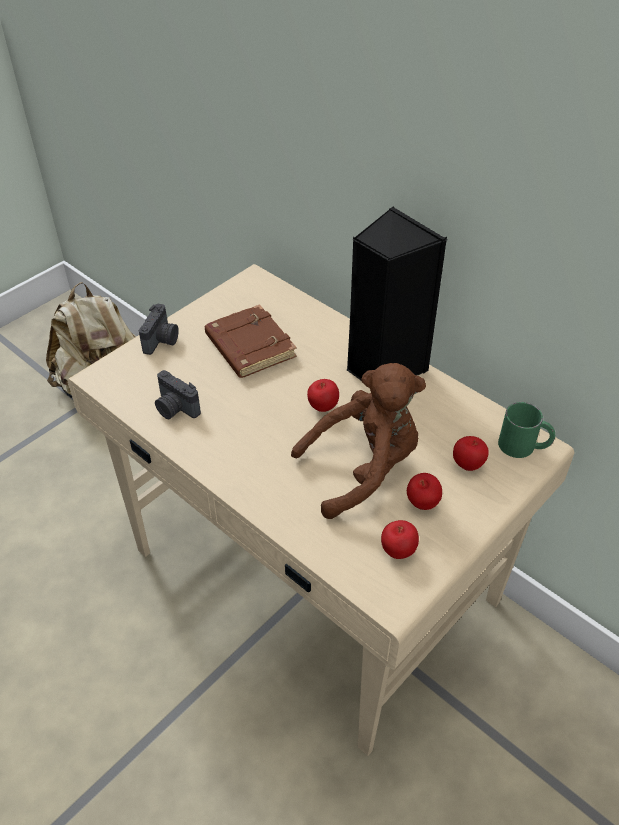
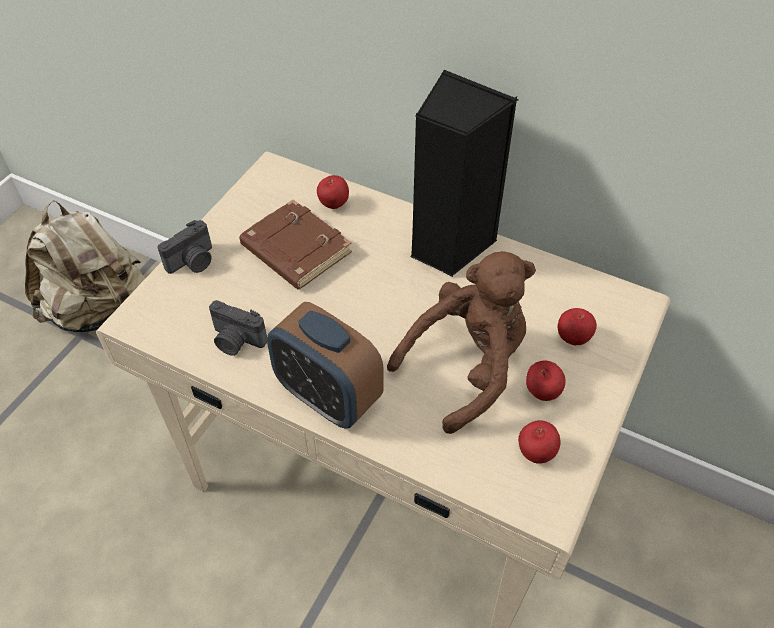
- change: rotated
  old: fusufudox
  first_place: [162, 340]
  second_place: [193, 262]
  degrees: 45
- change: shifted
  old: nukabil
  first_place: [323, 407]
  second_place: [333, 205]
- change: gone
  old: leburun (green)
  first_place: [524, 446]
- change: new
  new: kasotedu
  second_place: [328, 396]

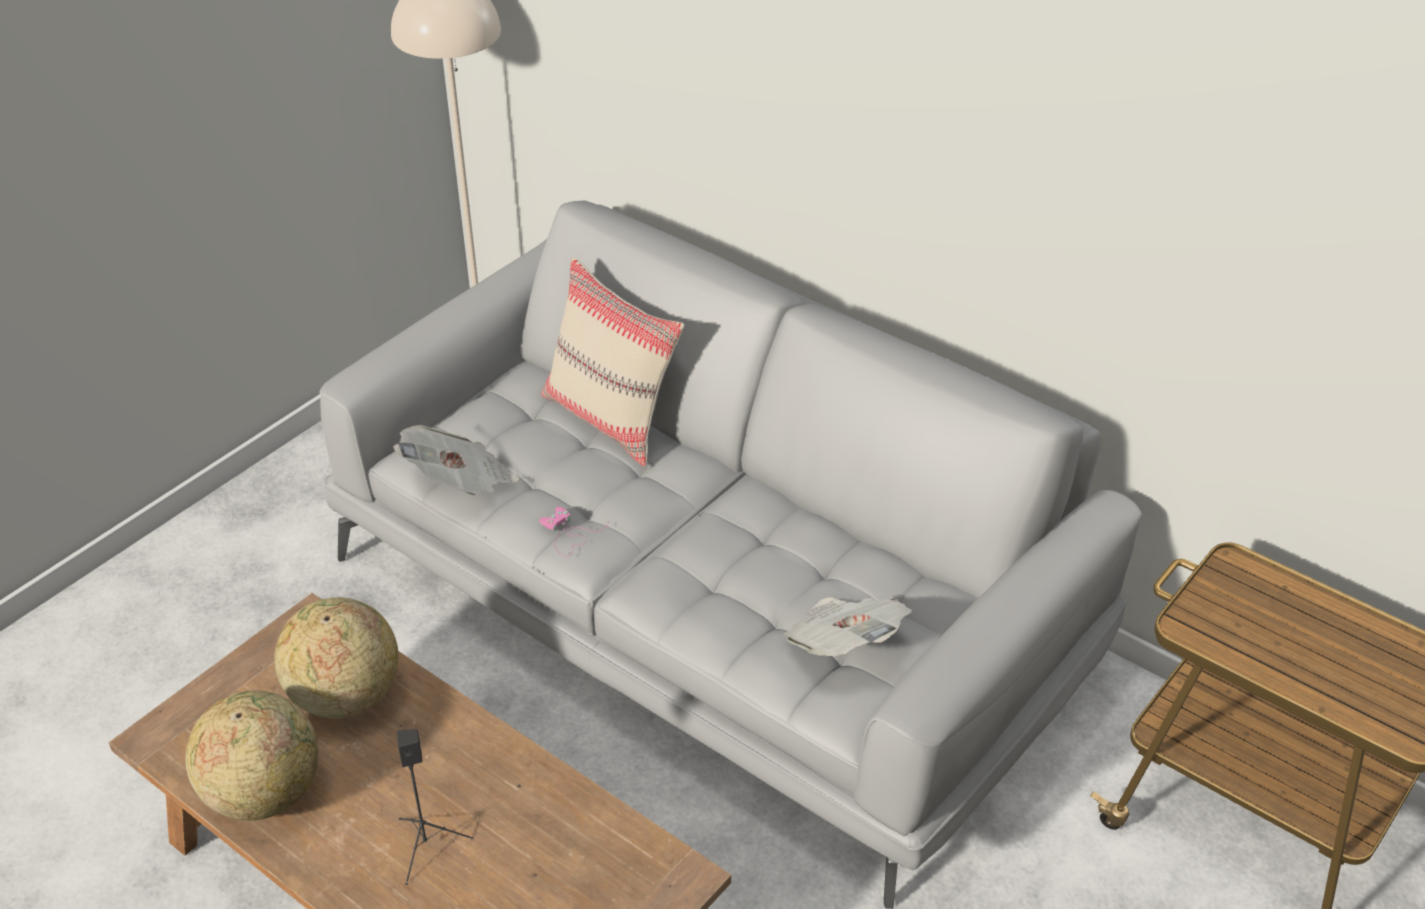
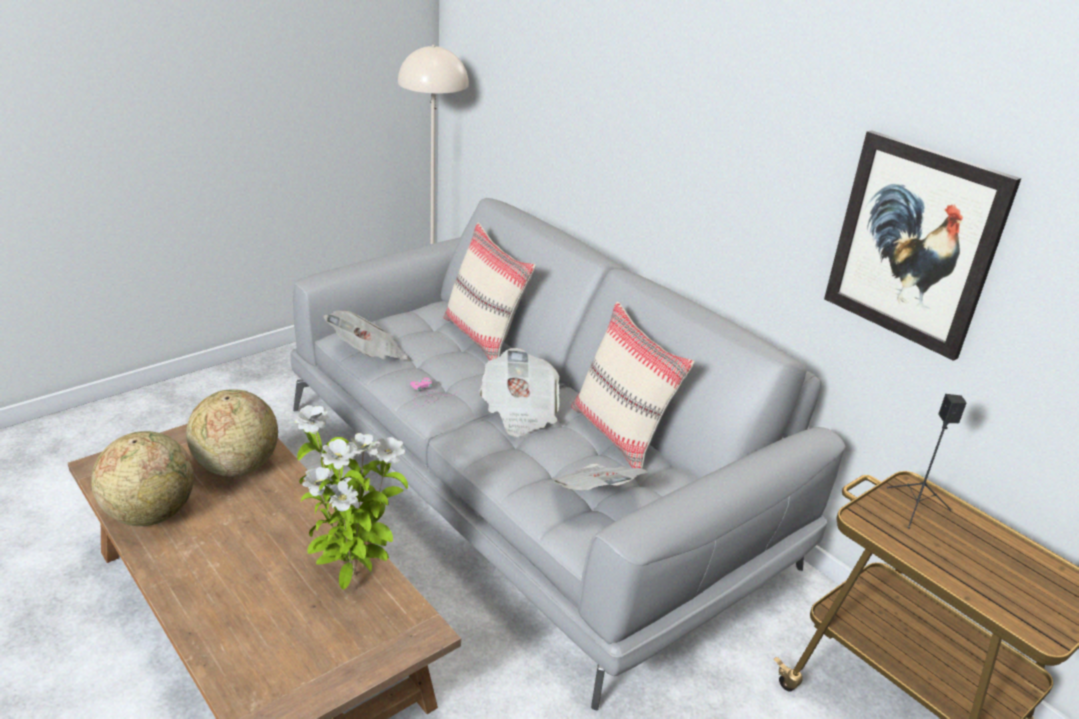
- change: shifted
  old: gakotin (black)
  first_place: [426, 847]
  second_place: [915, 508]
- change: new
  new: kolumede
  second_place: [914, 244]
- change: new
  new: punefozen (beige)
  second_place: [620, 435]
- change: new
  new: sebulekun
  second_place: [519, 412]
- change: new
  new: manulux
  second_place: [352, 578]

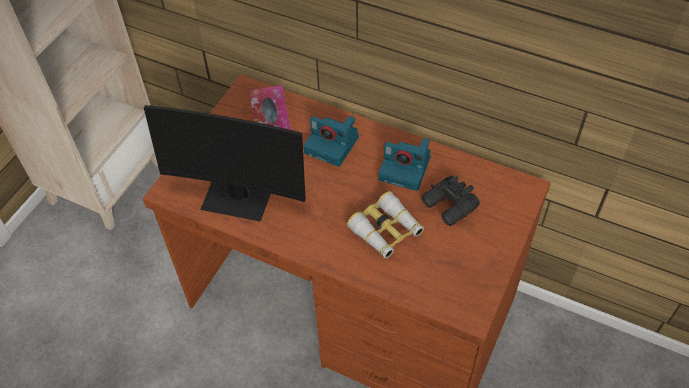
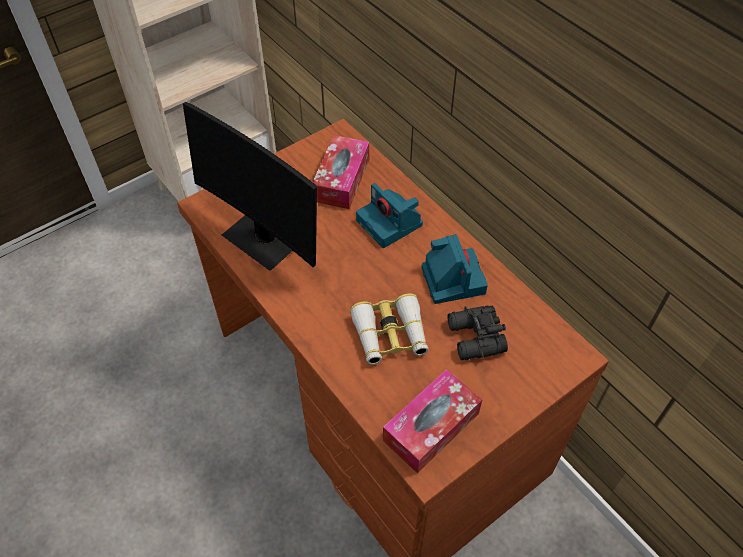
- change: rotated
  old: fusufudox
  first_place: [406, 168]
  second_place: [452, 279]
  degrees: -150
- change: new
  new: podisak
  second_place: [431, 427]

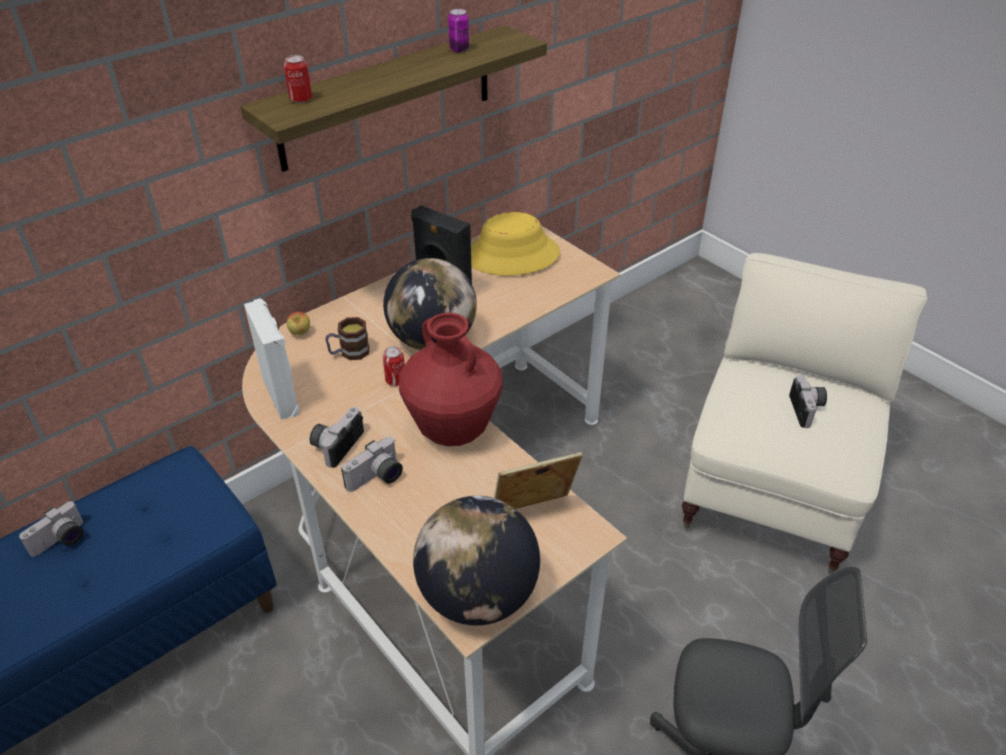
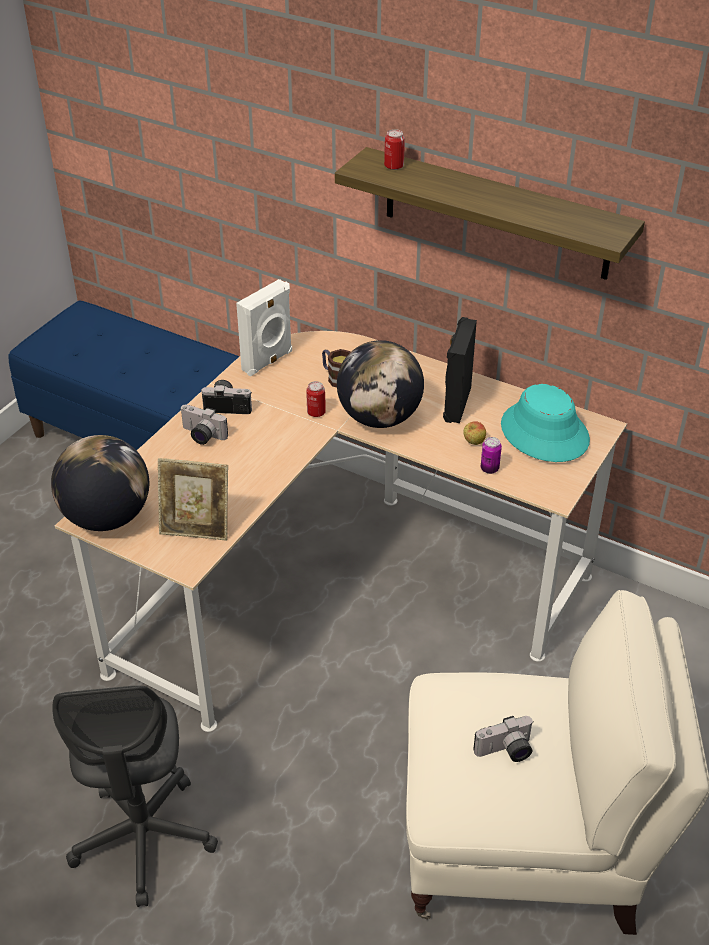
- change: shifted
  old: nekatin
  first_place: [459, 49]
  second_place: [489, 469]
- change: repainted
  old: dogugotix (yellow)
  new: dogugotix (turquoise)
  first_place: [512, 256]
  second_place: [544, 433]
- change: shifted
  old: nukabil
  first_place: [300, 333]
  second_place: [473, 442]
- change: gone
  old: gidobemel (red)
  first_place: [454, 431]
- change: rotated
  old: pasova
  first_place: [533, 515]
  second_place: [196, 528]
  degrees: 135
- change: gone
  old: fusufudox
  first_place: [61, 541]

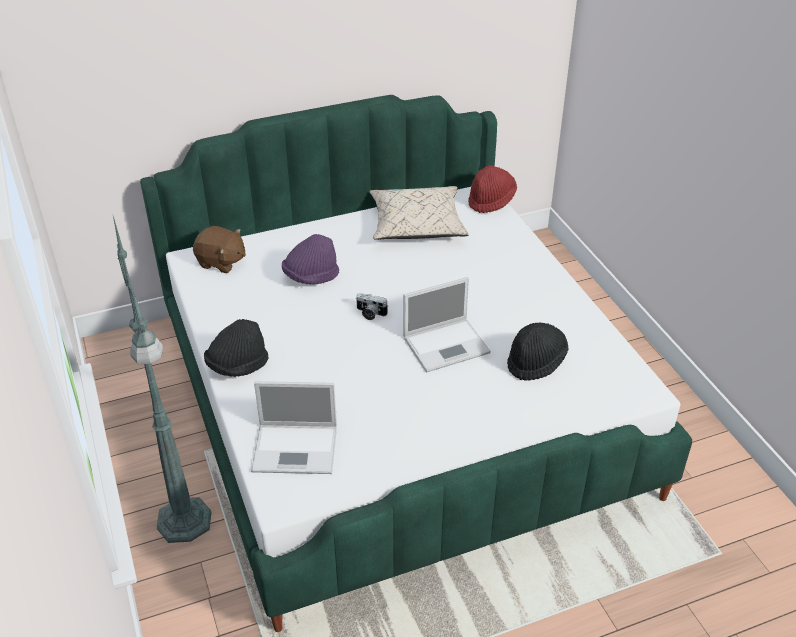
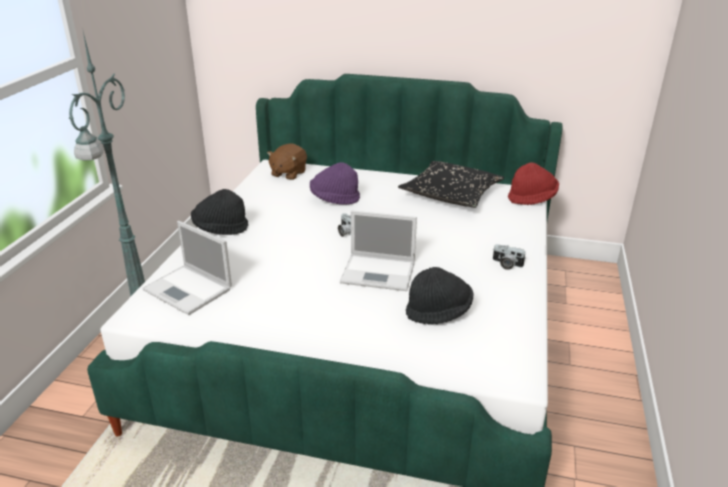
- change: repainted
  old: punefozen (beige)
  new: punefozen (black)
  first_place: [416, 225]
  second_place: [451, 195]
- change: rotated
  old: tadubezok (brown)
  first_place: [221, 262]
  second_place: [288, 173]
  degrees: 60
- change: new
  new: fusufudox
  second_place: [506, 264]

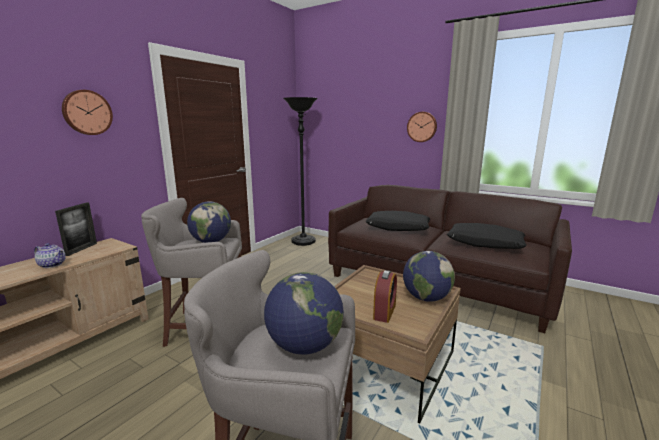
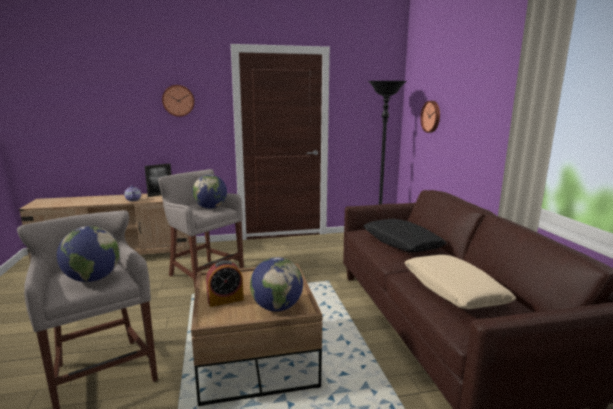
- change: shifted
  old: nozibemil
  first_place: [422, 127]
  second_place: [431, 116]
- change: repainted
  old: punefozen (black)
  new: punefozen (beige)
  first_place: [485, 243]
  second_place: [453, 290]

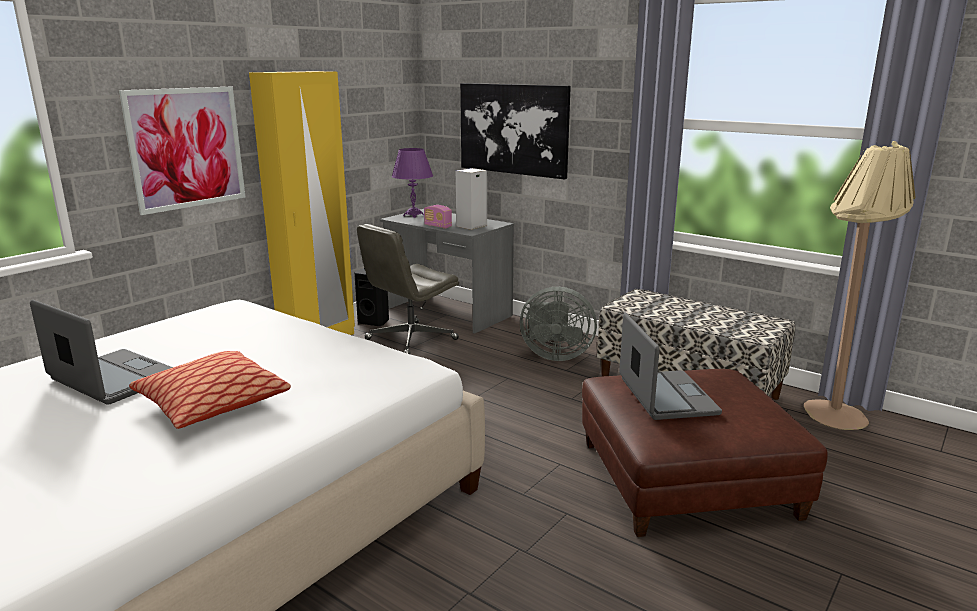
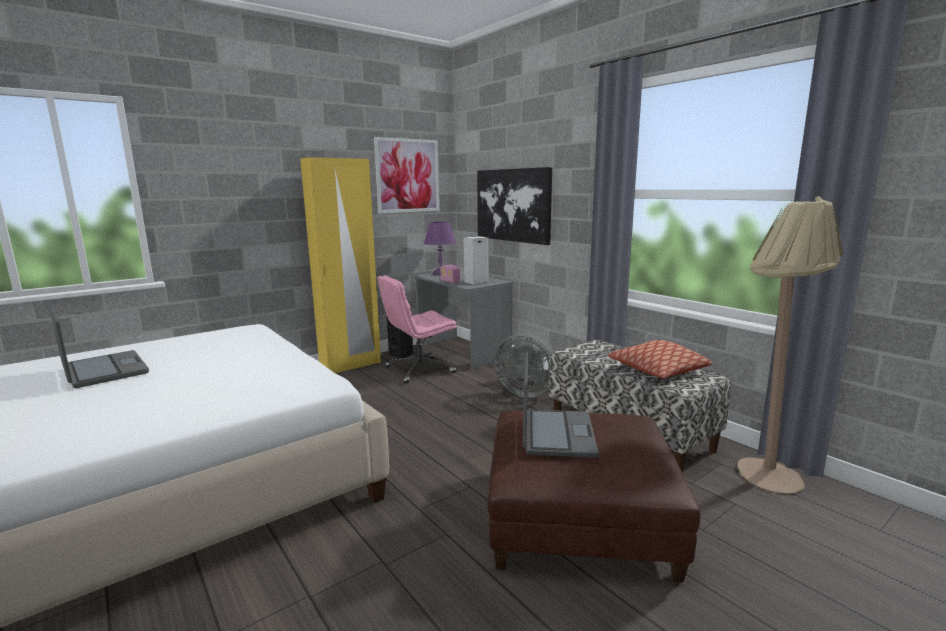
- change: shifted
  old: kolumede
  first_place: [186, 148]
  second_place: [407, 176]
- change: repainted
  old: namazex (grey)
  new: namazex (pink)
  first_place: [410, 340]
  second_place: [419, 370]
- change: shifted
  old: punefozen
  first_place: [213, 403]
  second_place: [658, 370]

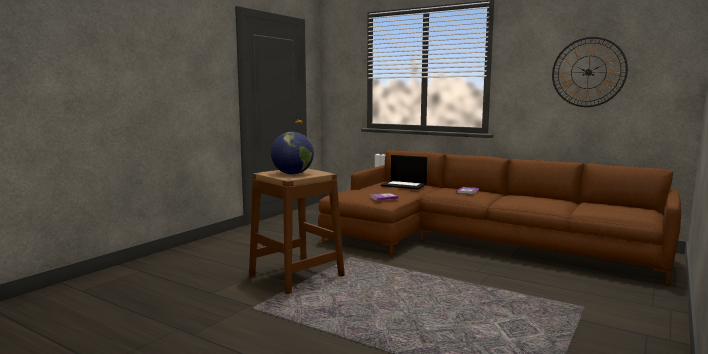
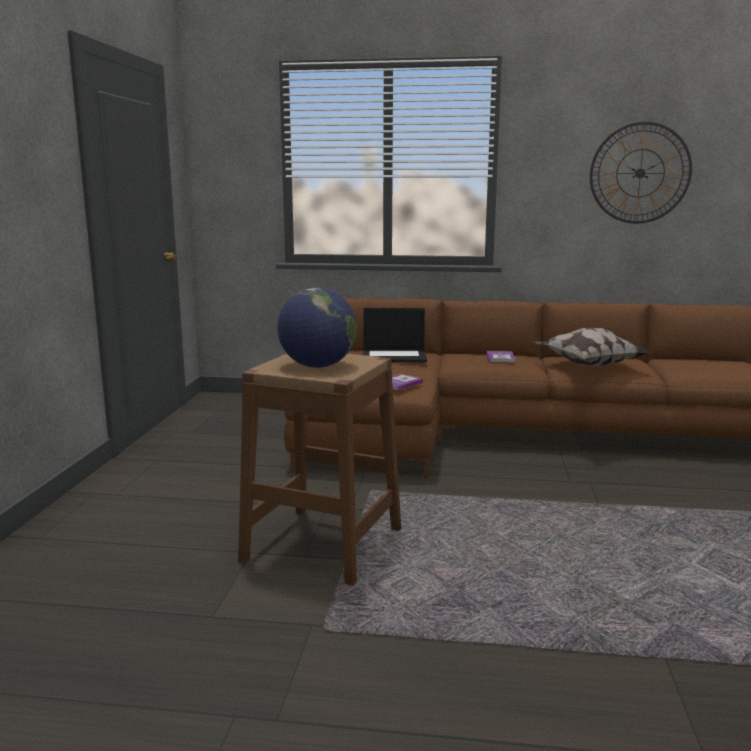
- change: new
  new: punefozen
  second_place: [587, 365]

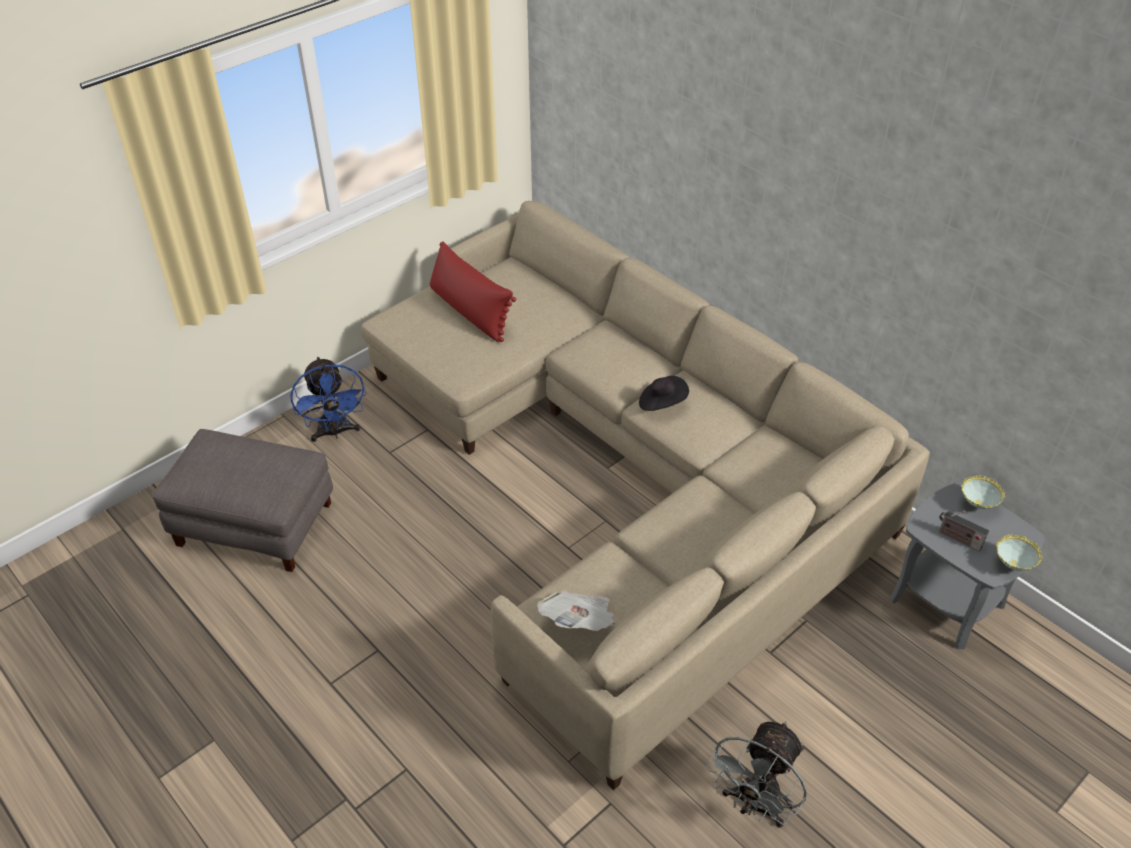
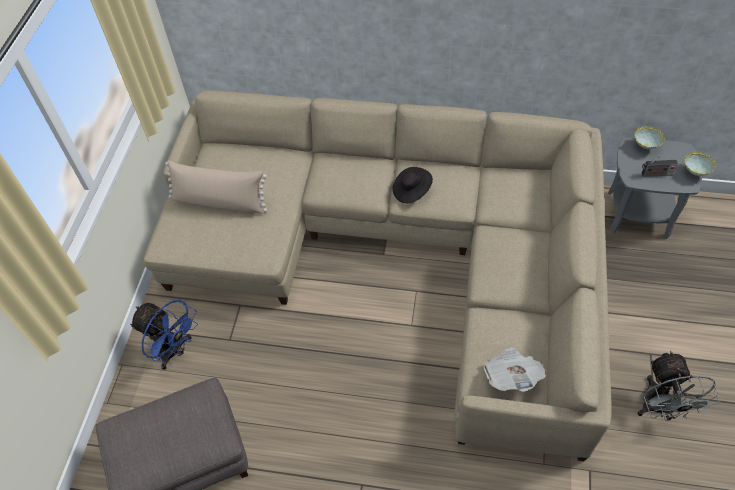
- change: repainted
  old: punefozen (red)
  new: punefozen (beige)
  first_place: [470, 311]
  second_place: [219, 202]

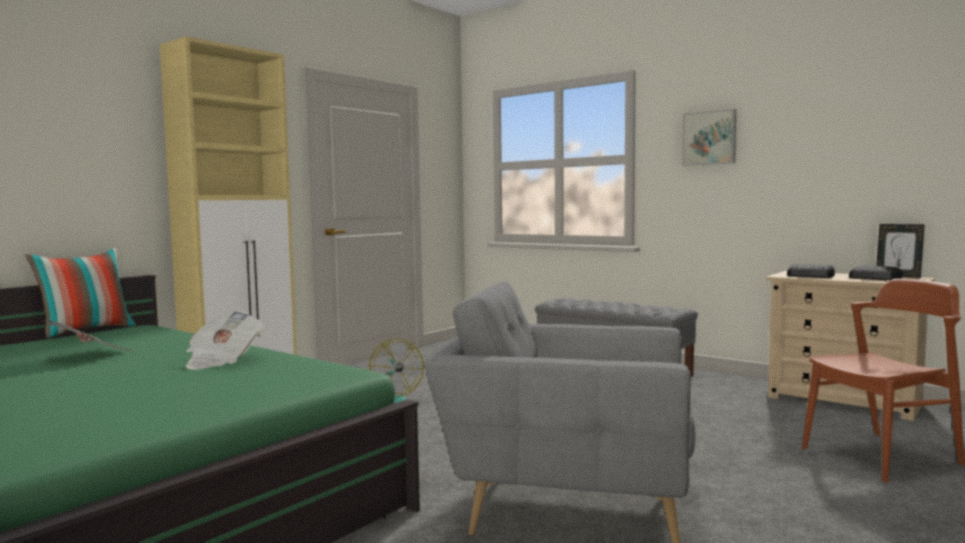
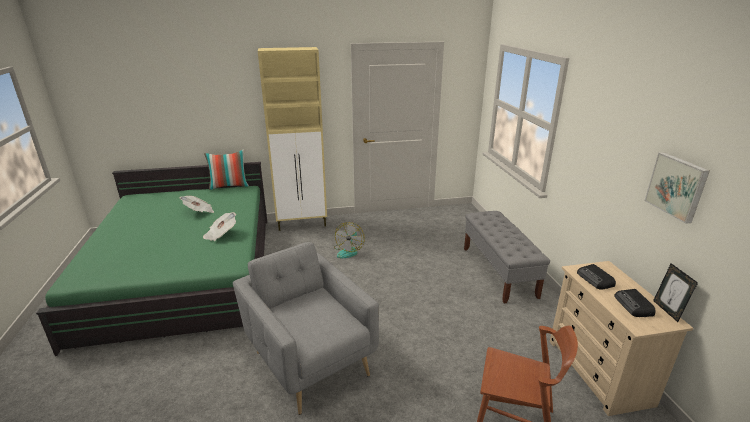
- change: shifted
  old: kolumede
  first_place: [709, 138]
  second_place: [677, 186]

